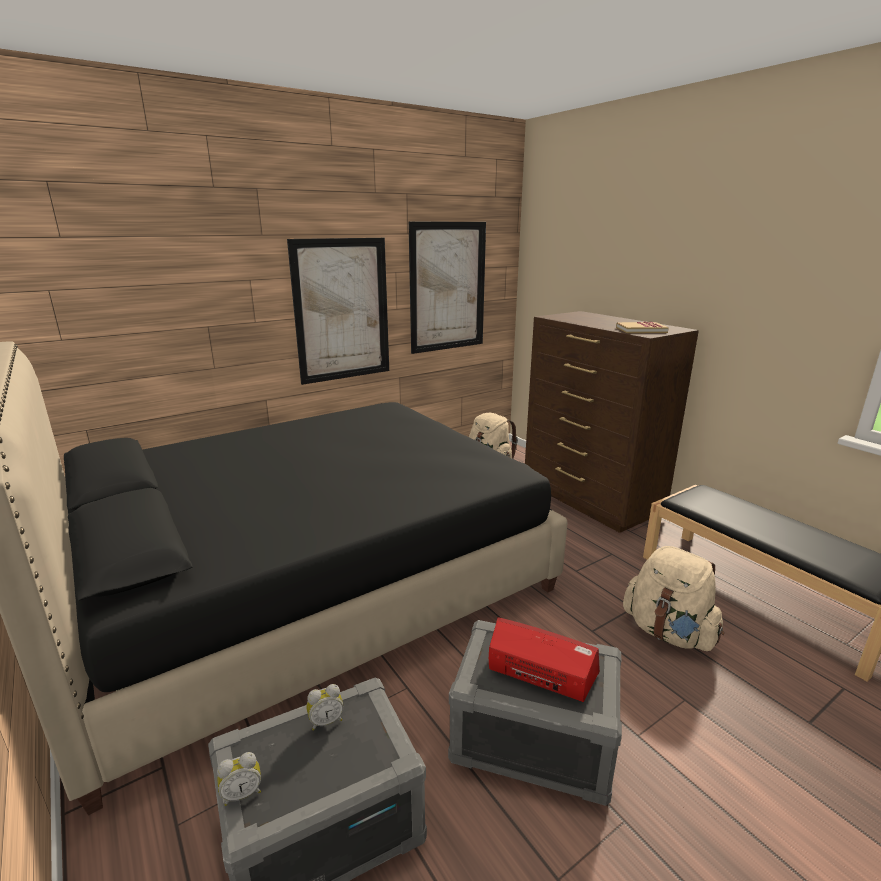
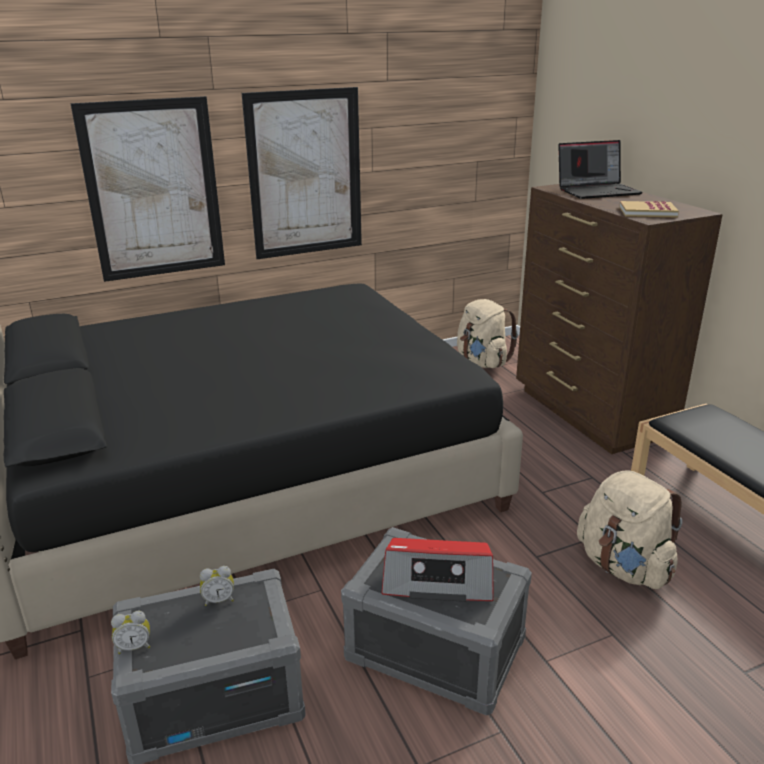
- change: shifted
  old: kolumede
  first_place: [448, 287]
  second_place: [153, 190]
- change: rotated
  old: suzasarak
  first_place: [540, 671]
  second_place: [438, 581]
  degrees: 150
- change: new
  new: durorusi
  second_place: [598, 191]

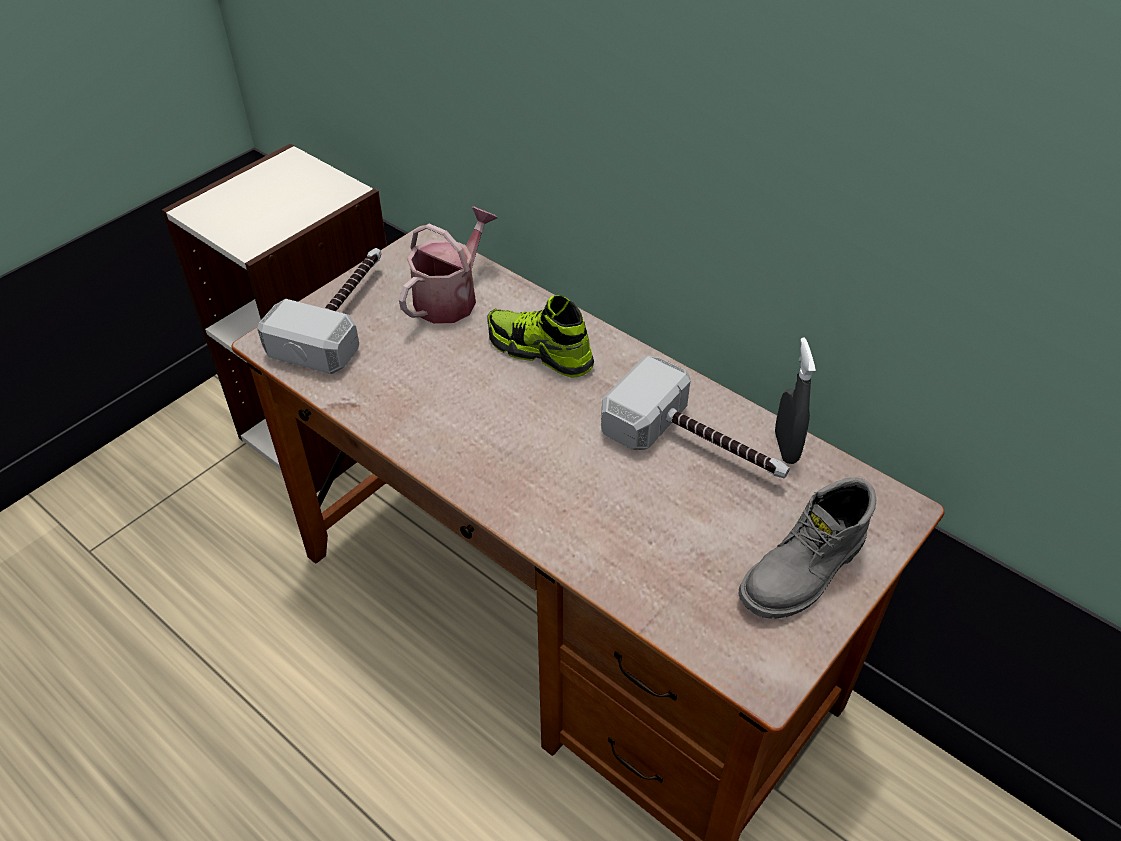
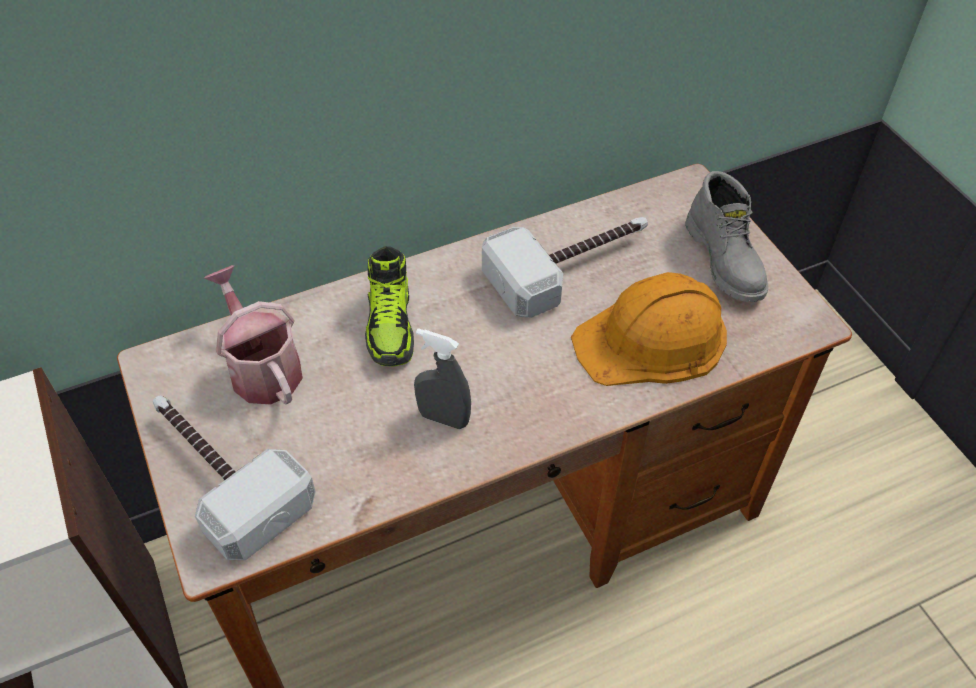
- change: rotated
  old: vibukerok
  first_place: [539, 352]
  second_place: [391, 326]
  degrees: -60
- change: shifted
  old: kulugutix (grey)
  first_place: [786, 447]
  second_place: [444, 418]
- change: new
  new: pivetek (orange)
  second_place: [652, 339]

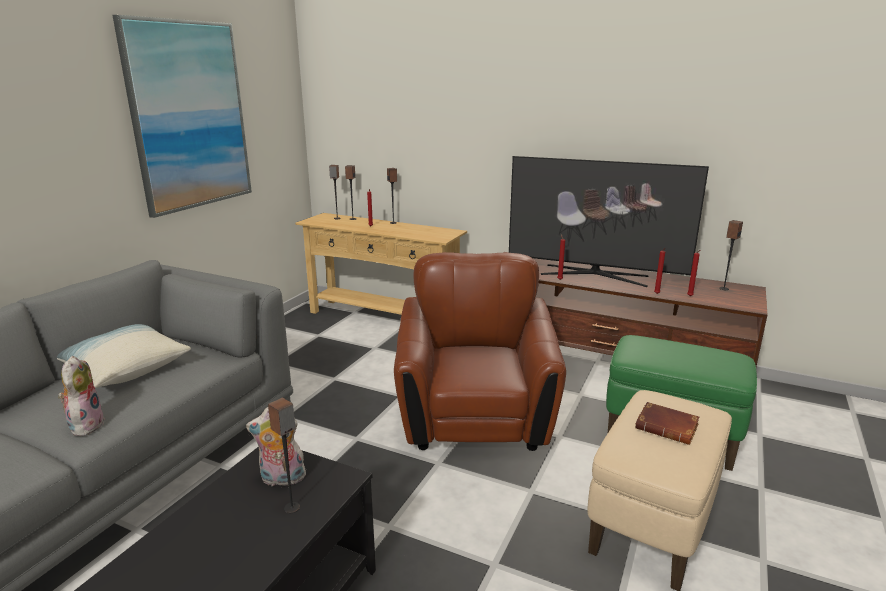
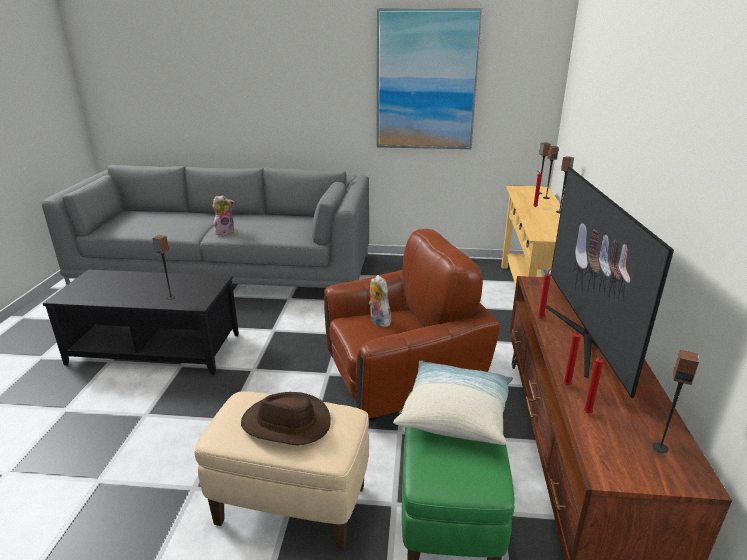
- change: shifted
  old: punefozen
  first_place: [125, 369]
  second_place: [455, 414]
- change: swapped
  old: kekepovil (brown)
  new: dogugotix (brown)
  first_place: [668, 428]
  second_place: [286, 424]
- change: shifted
  old: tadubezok
  first_place: [281, 479]
  second_place: [378, 321]

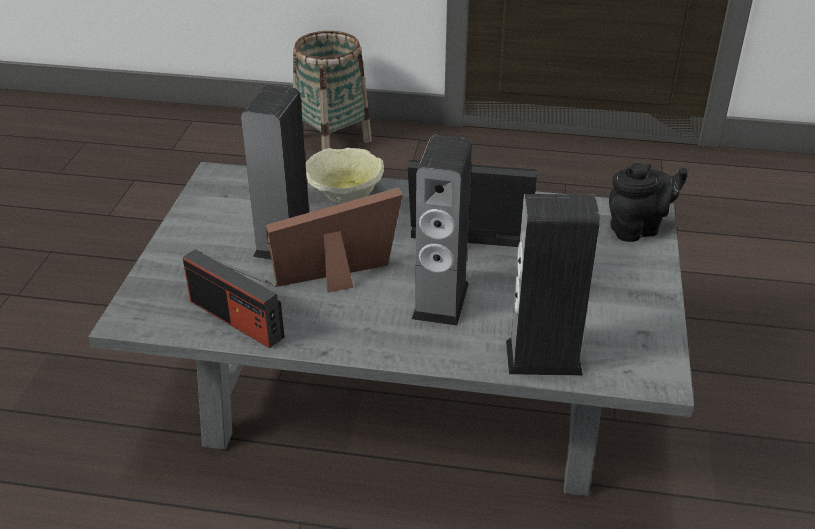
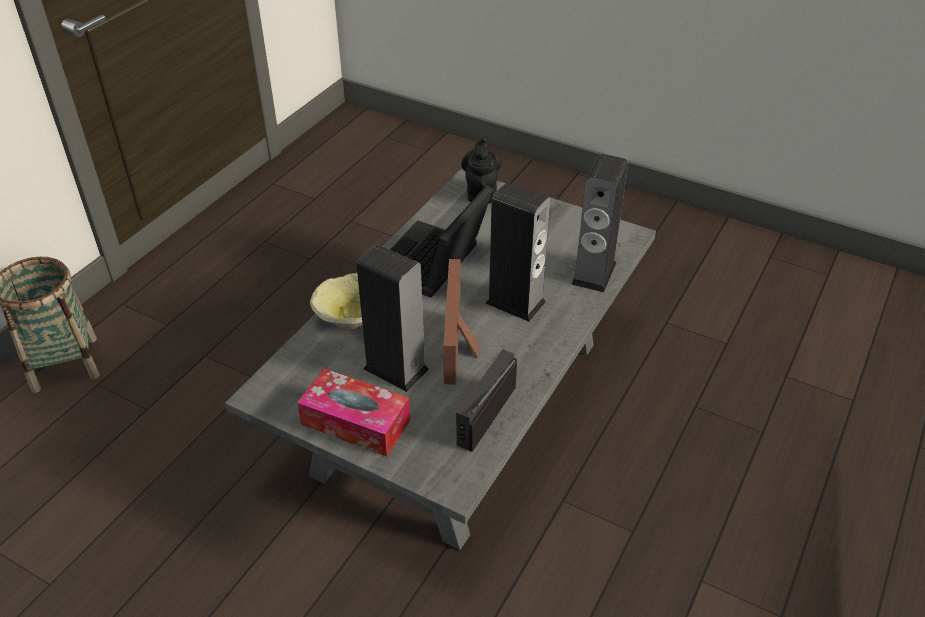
- change: rotated
  old: suzasarak
  first_place: [236, 319]
  second_place: [486, 415]
  degrees: 150
- change: new
  new: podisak
  second_place: [356, 422]

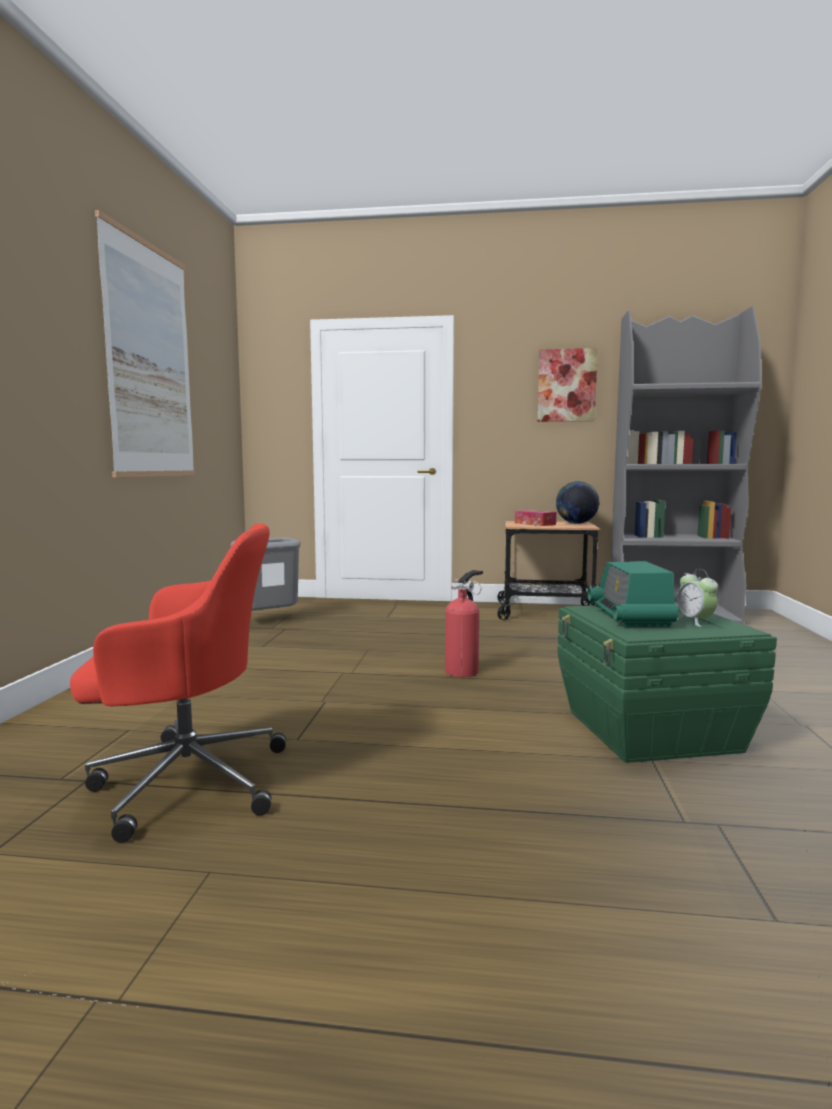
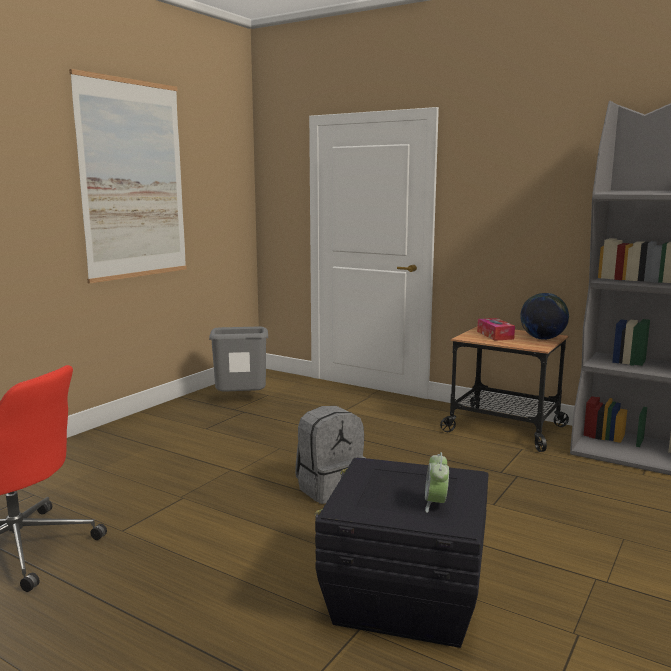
- change: gone
  old: kolumede
  first_place: [566, 385]
- change: gone
  old: suzasarak
  first_place: [630, 615]
- change: swapped
  old: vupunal
  new: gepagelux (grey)
  first_place: [463, 670]
  second_place: [329, 488]
- change: repainted
  old: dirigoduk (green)
  new: dirigoduk (black)
  first_place: [651, 731]
  second_place: [404, 598]

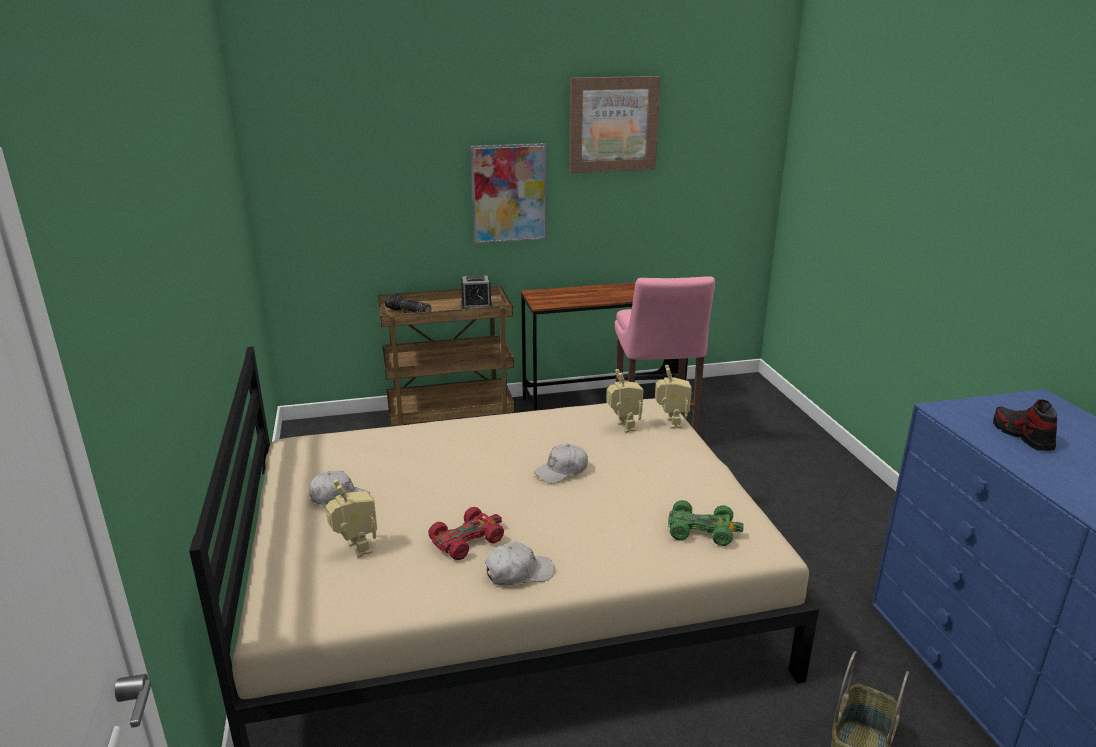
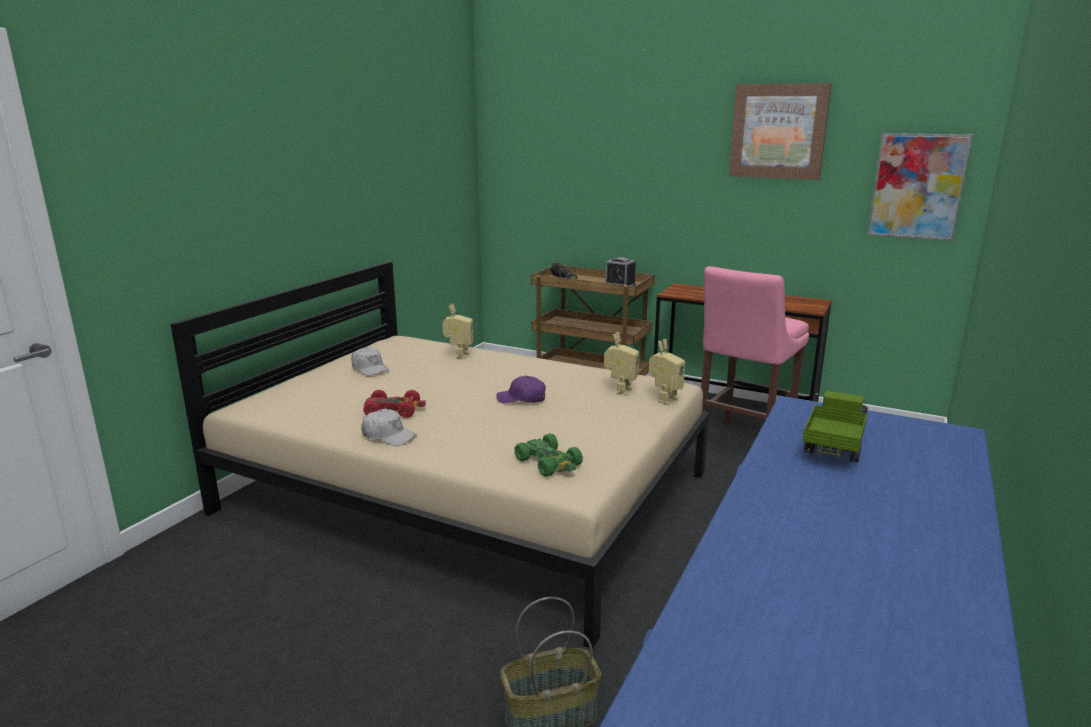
- change: shifted
  old: kolumede
  first_place: [509, 193]
  second_place: [917, 186]
- change: swapped
  old: vibukerok
  new: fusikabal
  first_place: [1022, 436]
  second_place: [834, 444]
- change: repainted
  old: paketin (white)
  new: paketin (purple)
  first_place: [562, 471]
  second_place: [522, 399]
- change: shifted
  old: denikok
  first_place: [355, 550]
  second_place: [459, 355]

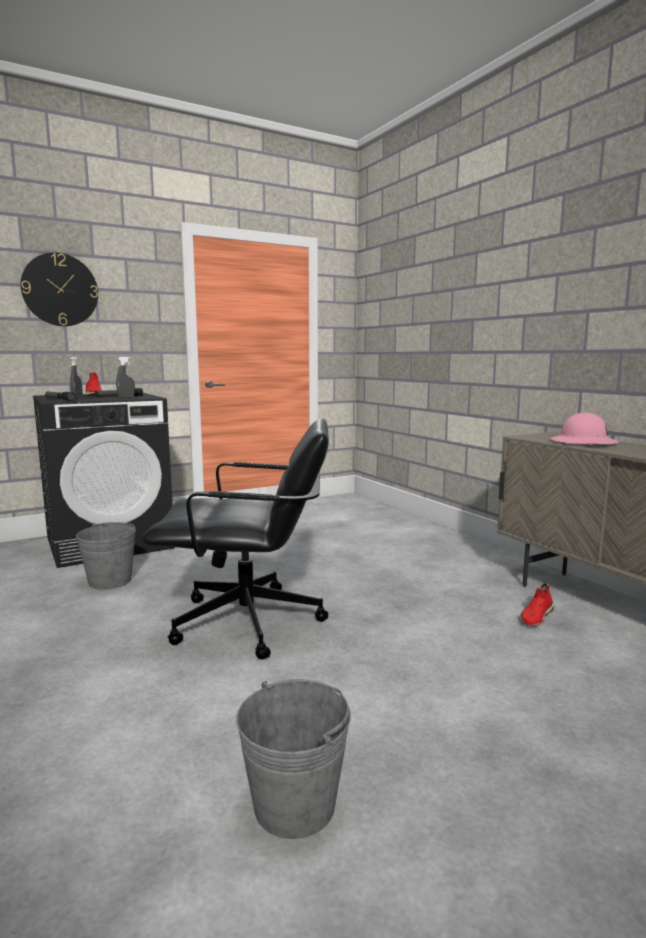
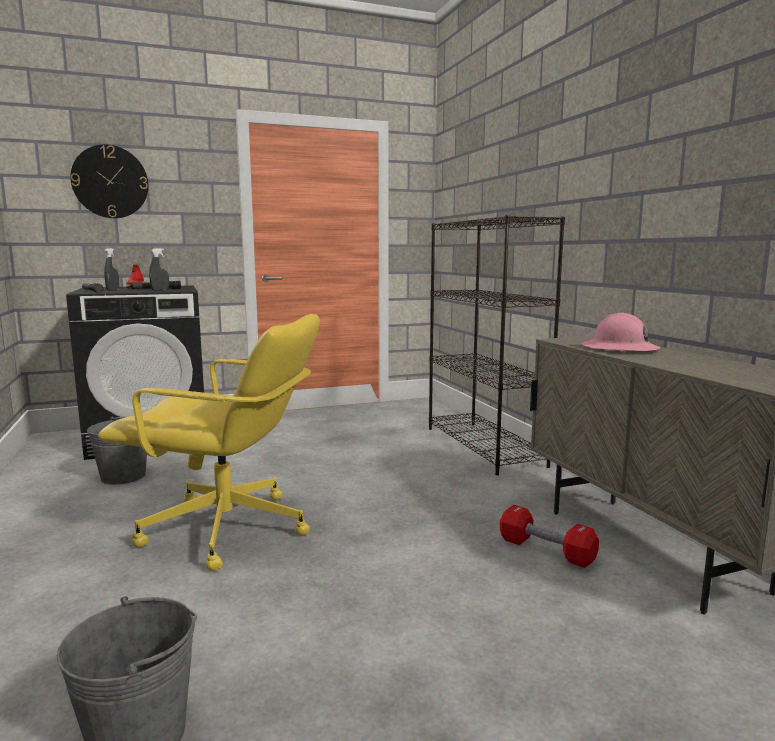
- change: repainted
  old: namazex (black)
  new: namazex (yellow)
  first_place: [249, 622]
  second_place: [228, 530]
- change: swapped
  old: vibukerok (red)
  new: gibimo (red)
  first_place: [535, 617]
  second_place: [546, 551]
- change: new
  new: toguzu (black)
  second_place: [484, 446]

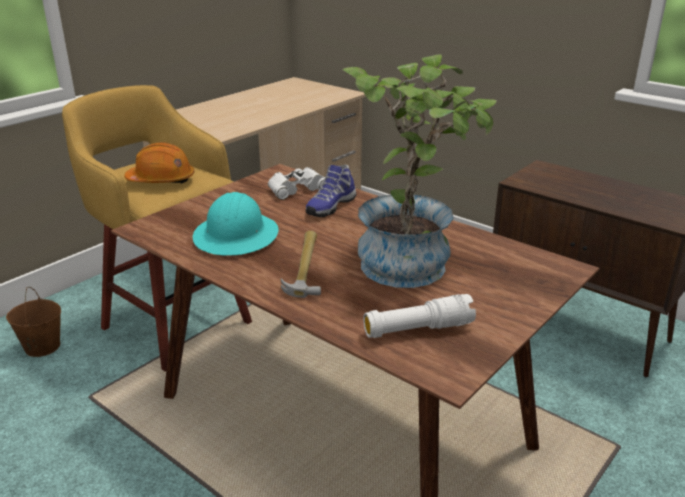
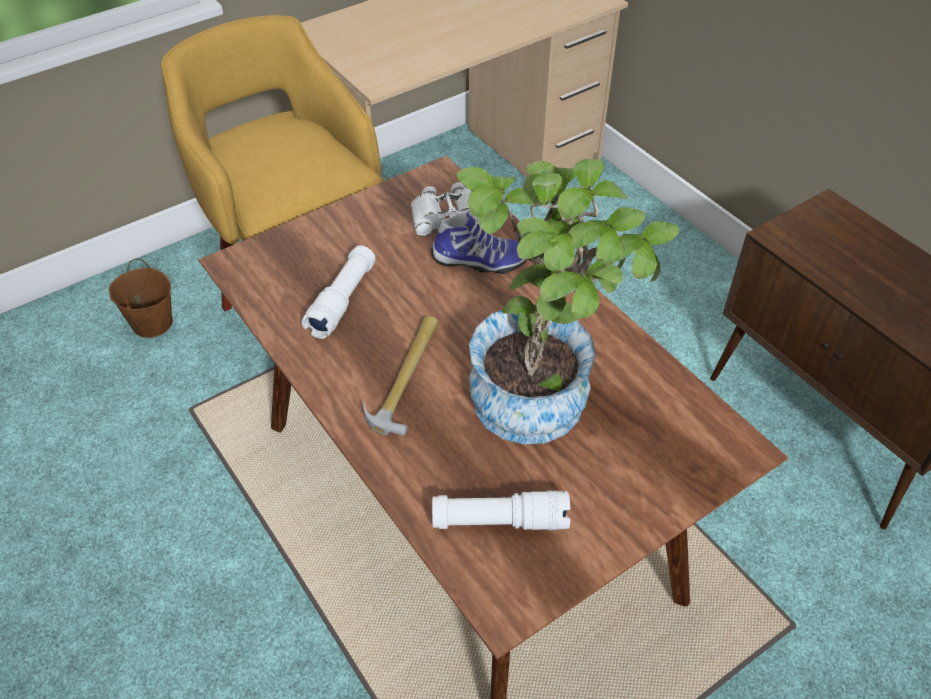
- change: gone
  old: pivetek (orange)
  first_place: [161, 180]
- change: rotated
  old: vibukerok
  first_place: [330, 206]
  second_place: [479, 262]
  degrees: -135
- change: swapped
  old: pivetek (turquoise)
  new: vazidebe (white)
  first_place: [236, 236]
  second_place: [342, 301]

